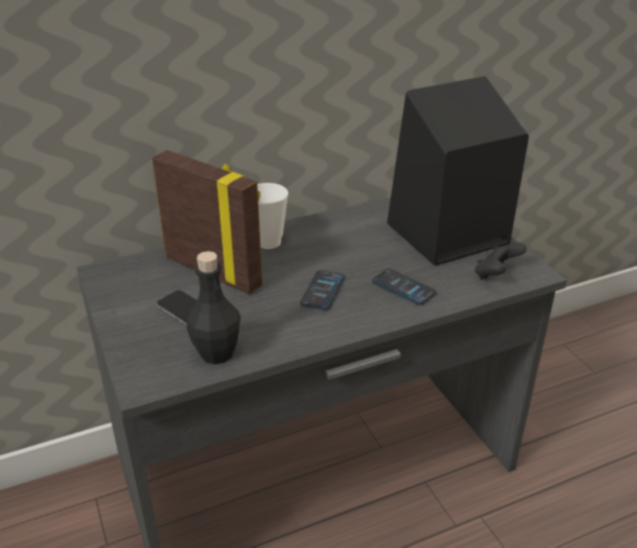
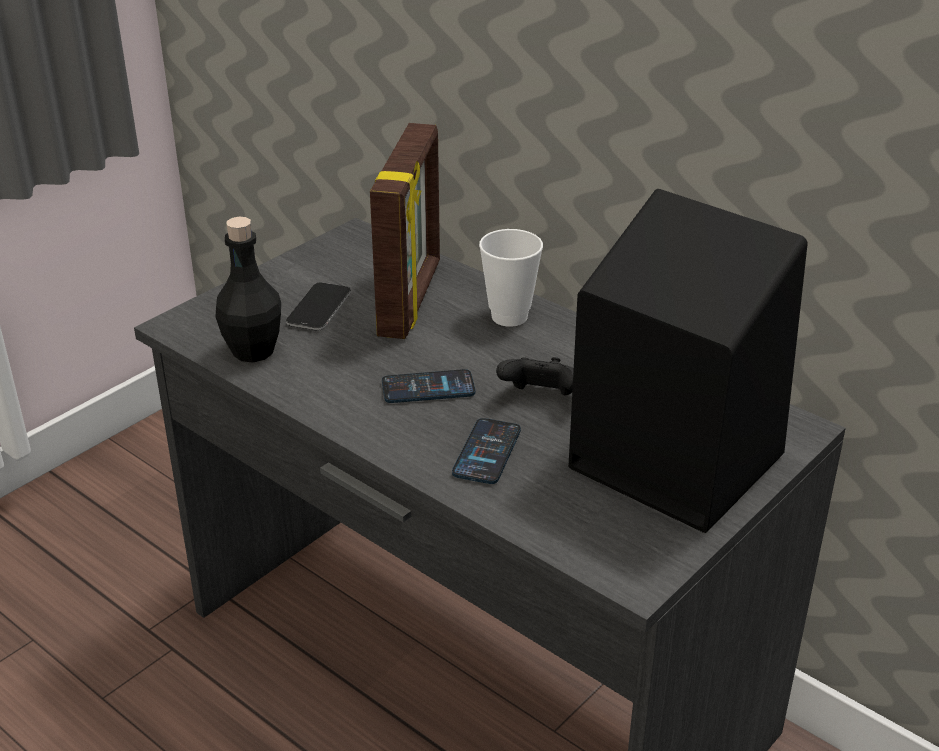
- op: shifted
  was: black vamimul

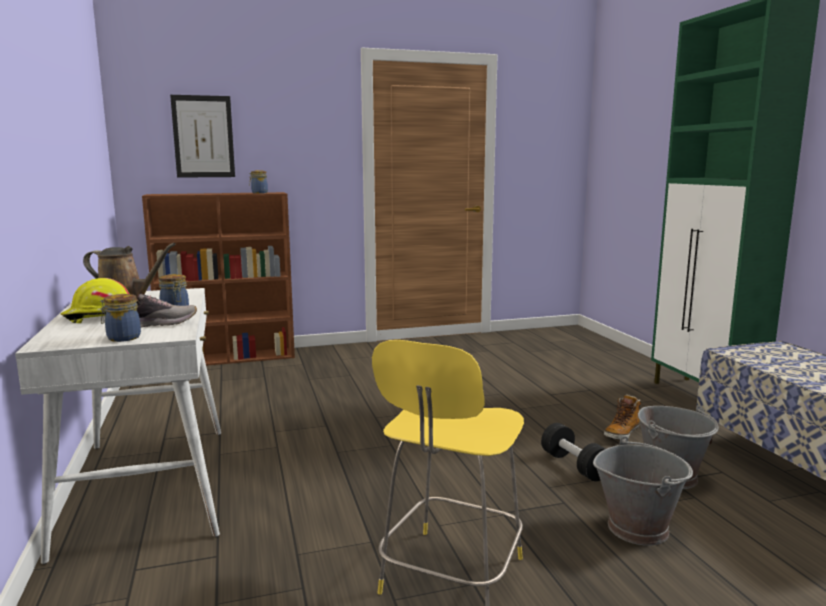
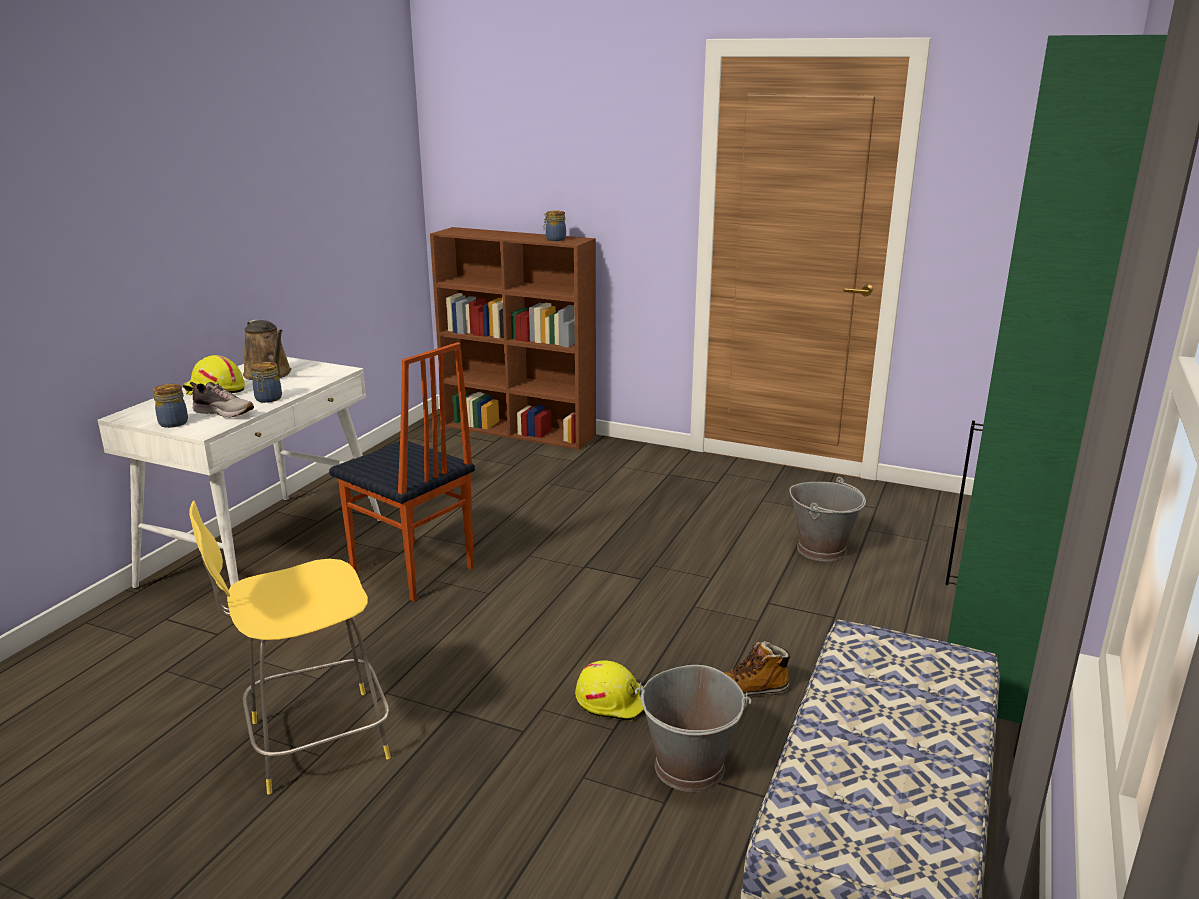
- op: gone
  was: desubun
- op: swapped
  was: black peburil
  now: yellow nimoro (no. 2 from left)
- op: shifted
  was: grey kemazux (no. 1 from left in the first image)
  now: grey kemazux (no. 2 from left)
- op: new
  now: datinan

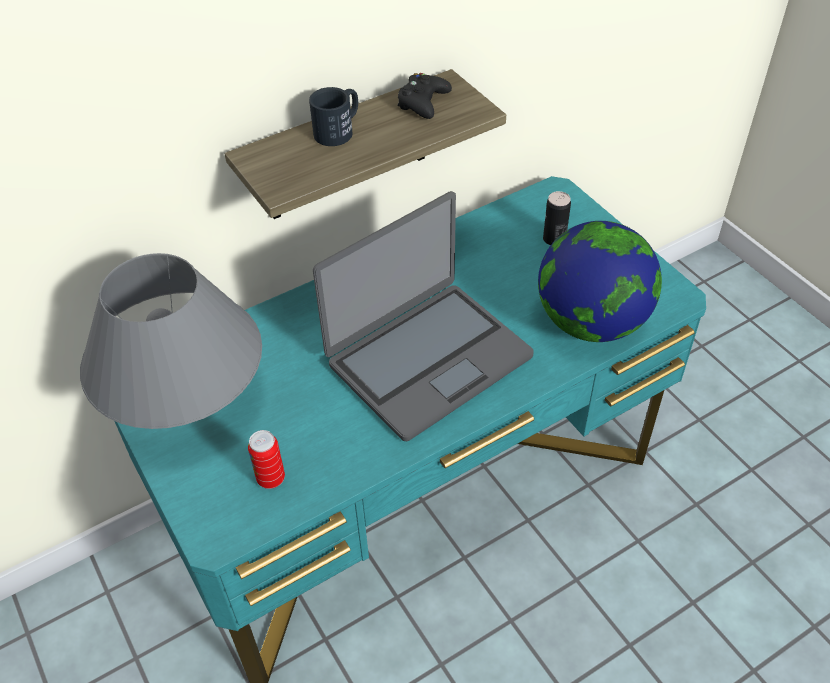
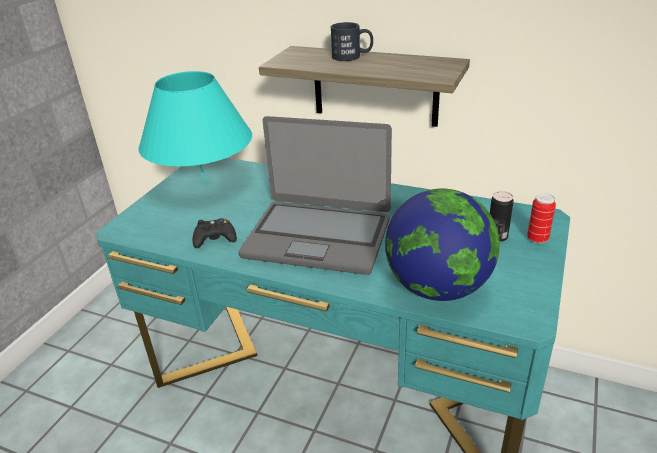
- op: shifted
  was: black vamimul
- op: repainted
  was: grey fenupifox
  now: turquoise fenupifox
- op: shifted
  was: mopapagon (no. 1 from left in the first image)
  now: mopapagon (no. 2 from left)

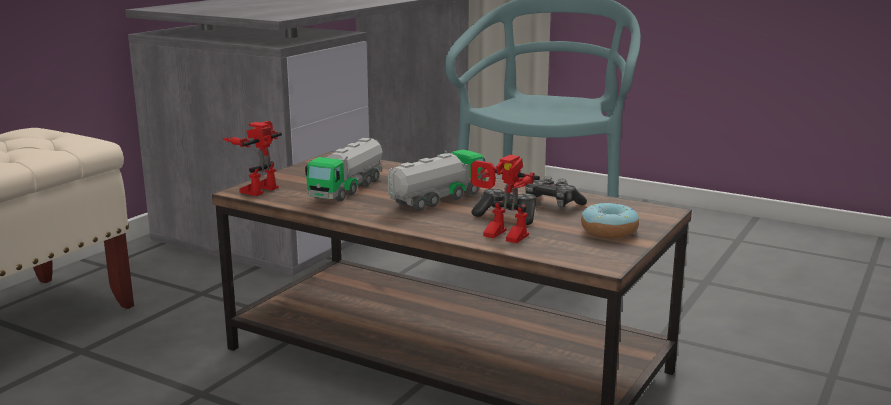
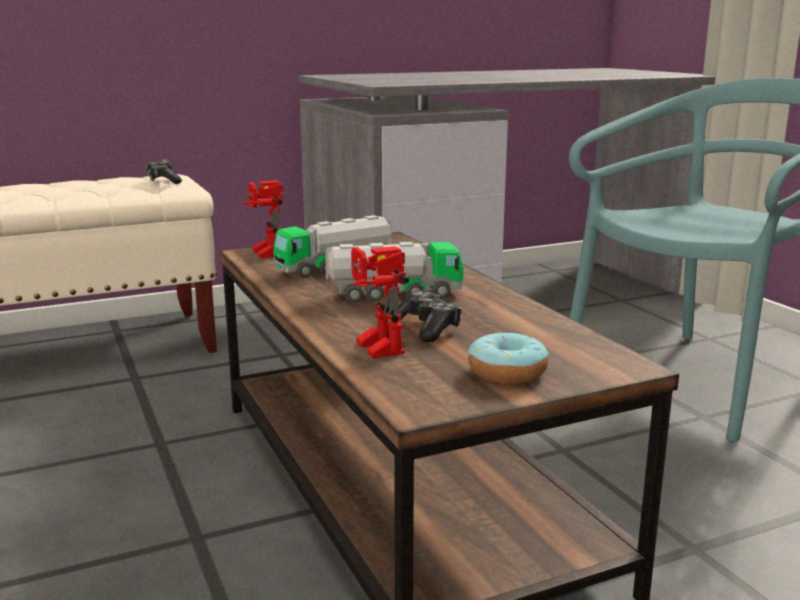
- op: rotated
  was: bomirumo (no. 1 from left)
  clockwise: -90
- op: shifted
  was: vamimul (no. 2 from left in the first image)
  now: vamimul (no. 1 from left)

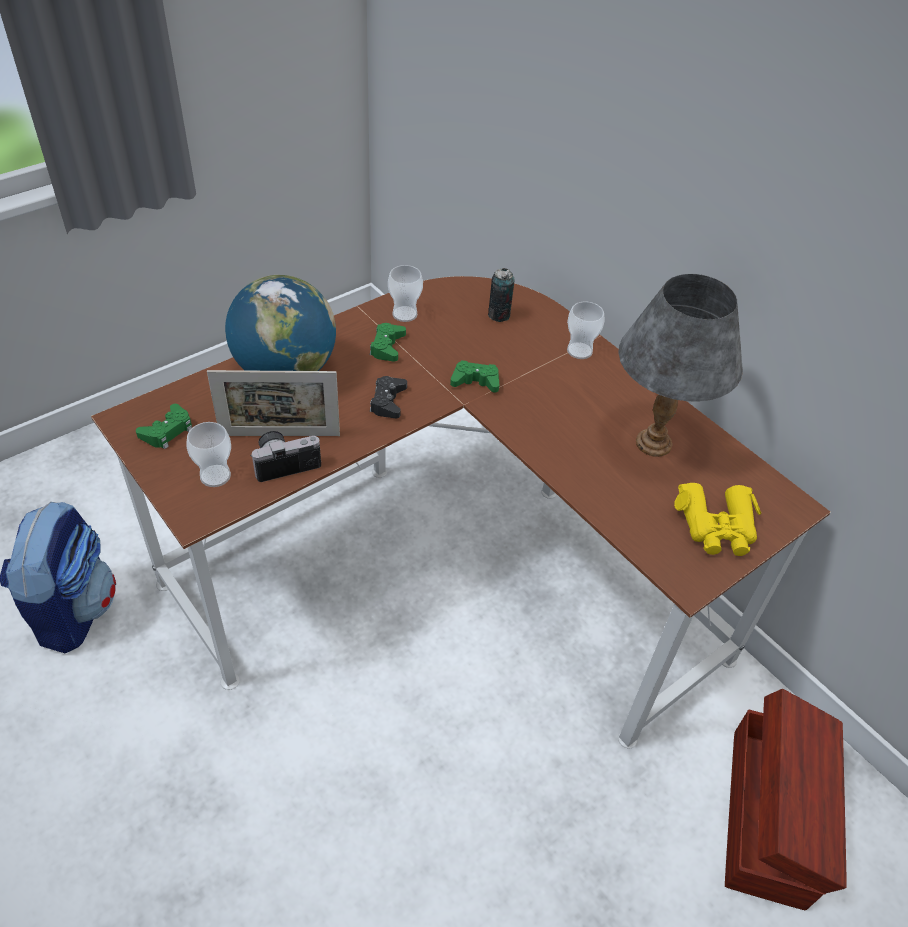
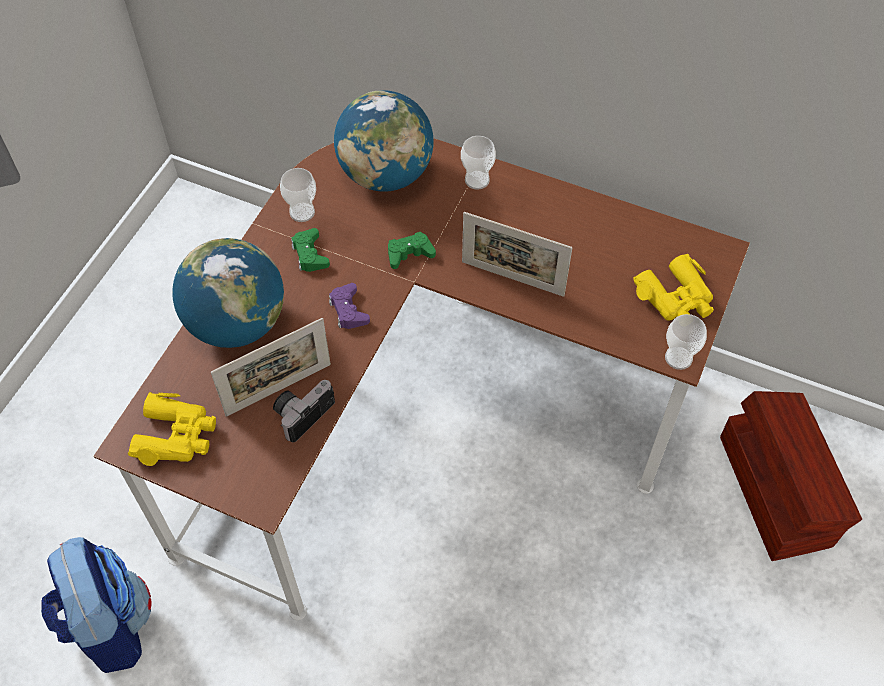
- op: swapped
  was: mopapagon
  now: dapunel (no. 2 from left)
- op: gone
  was: grey fenupifox
- op: repainted
  was: black vamimul
  now: purple vamimul
- op: swapped
  was: green vamimul (no. 1 from left)
  now: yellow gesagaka (no. 1 from left)
- op: shifted
  was: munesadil (no. 1 from left in the first image)
  now: munesadil (no. 3 from left)
- op: new
  now: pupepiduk (no. 2 from left)

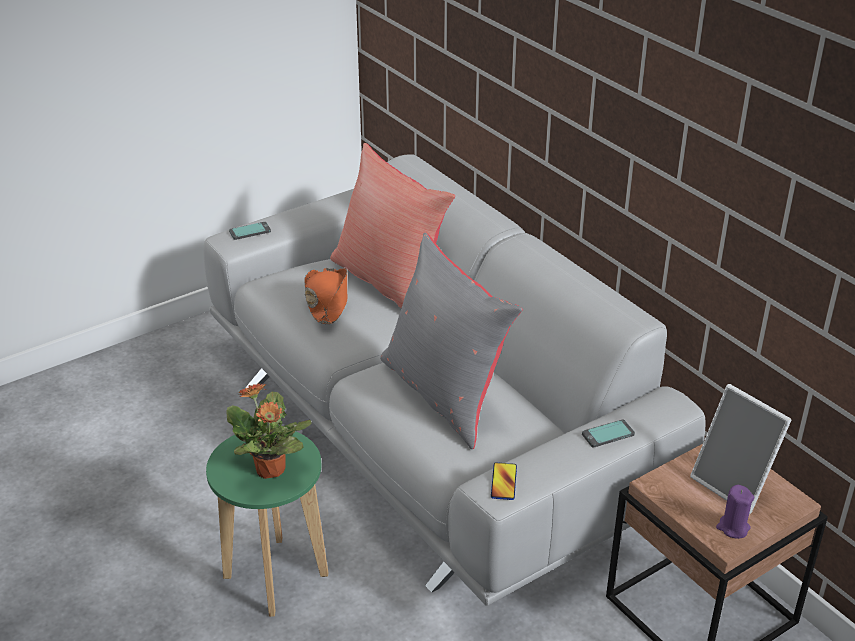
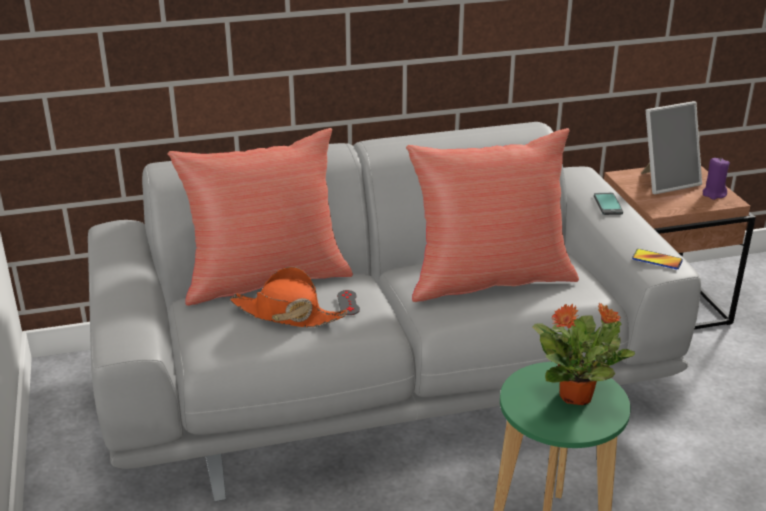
- op: gone
  was: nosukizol (no. 1 from left)
- op: repainted
  was: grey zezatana
  now: red zezatana (no. 2 from left)
- op: new
  now: grey vamimul

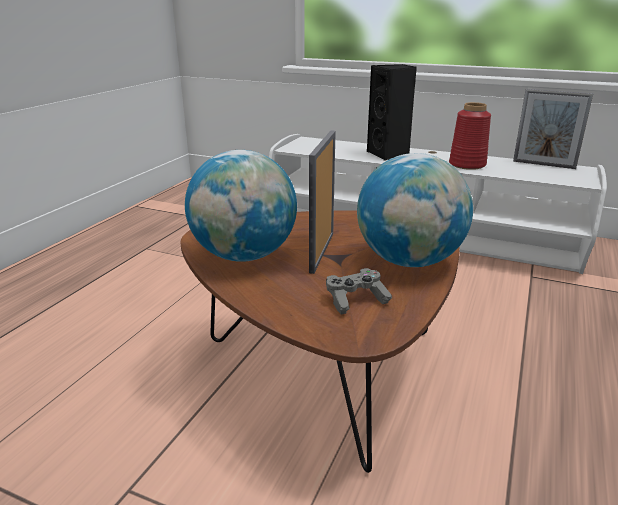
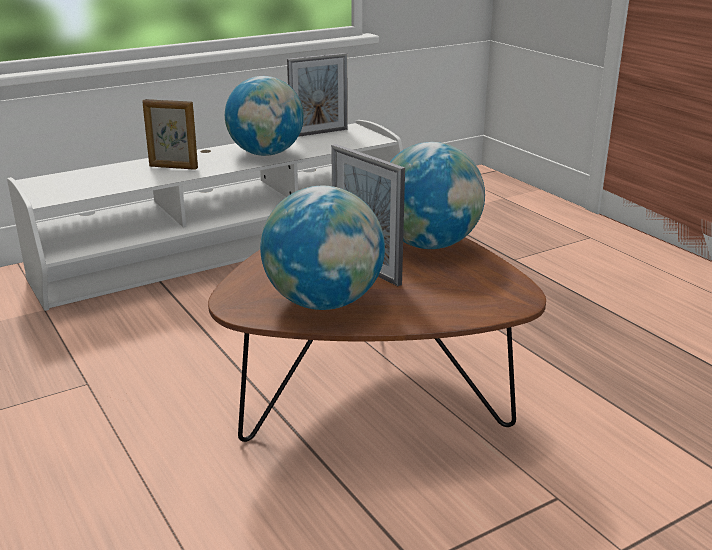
- op: swapped
  was: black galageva
  now: pupepiduk (no. 1 from left)
- op: swapped
  was: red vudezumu
  now: dapunel (no. 1 from left)
- op: gone
  was: grey vamimul

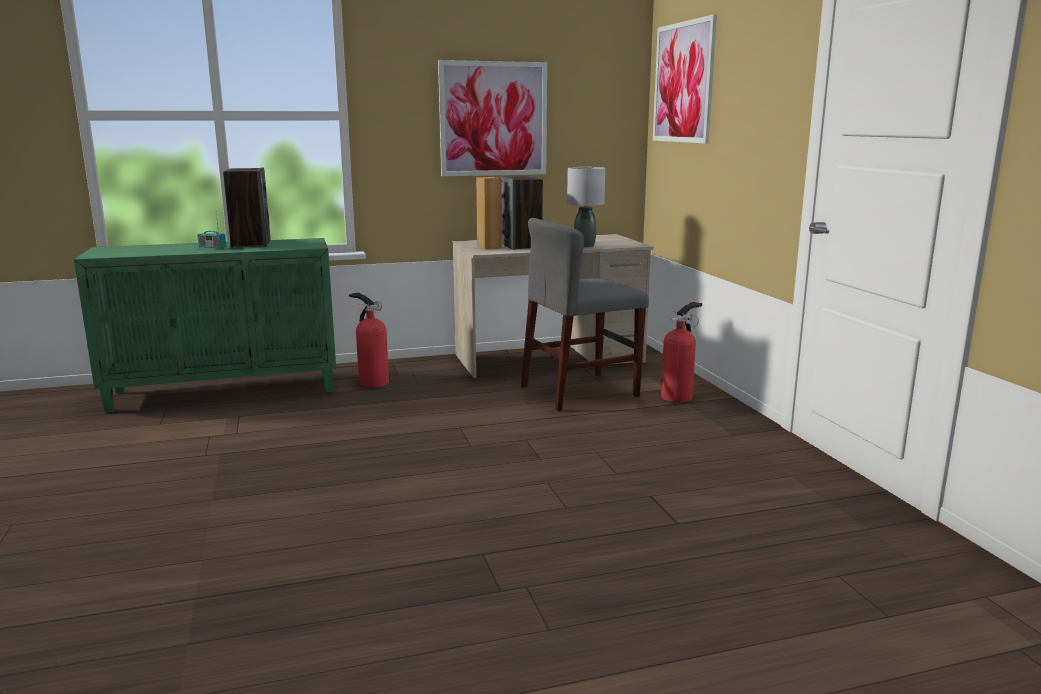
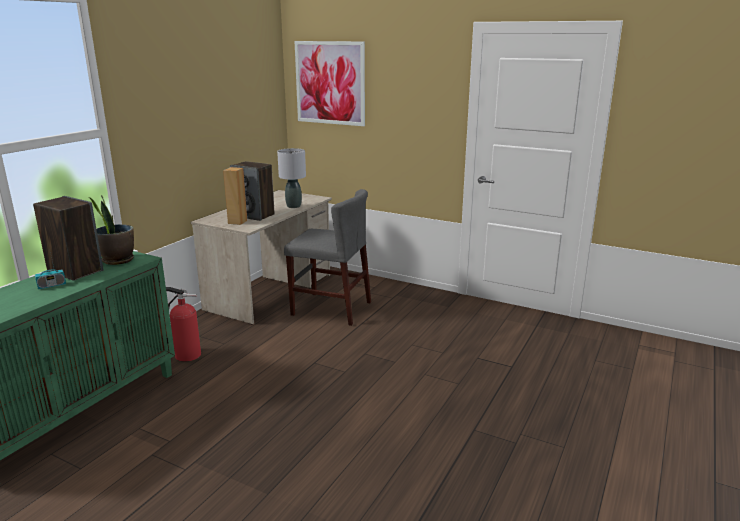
- op: gone
  was: desubun (no. 1 from left)
- op: rotated
  was: grey datinan
  clockwise: -90
- op: gone
  was: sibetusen (no. 2 from left)
- op: new
  now: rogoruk

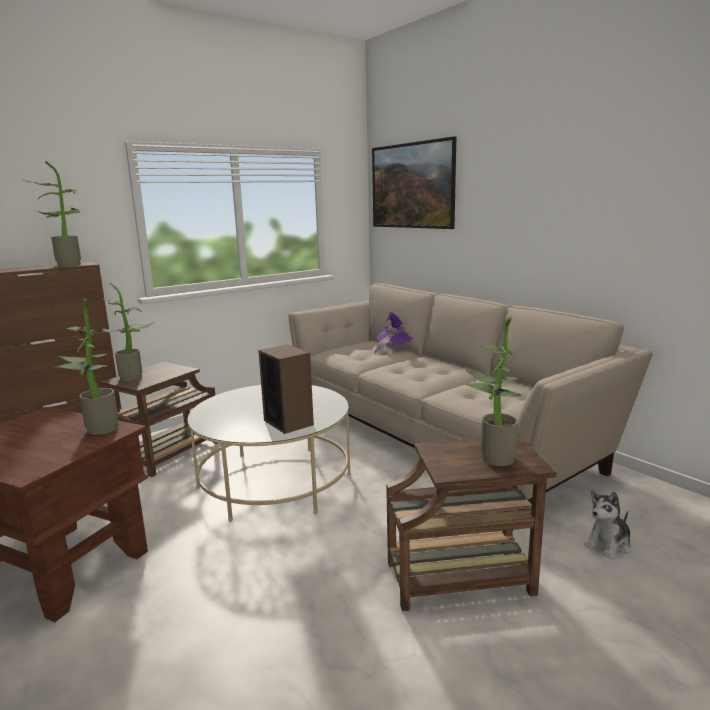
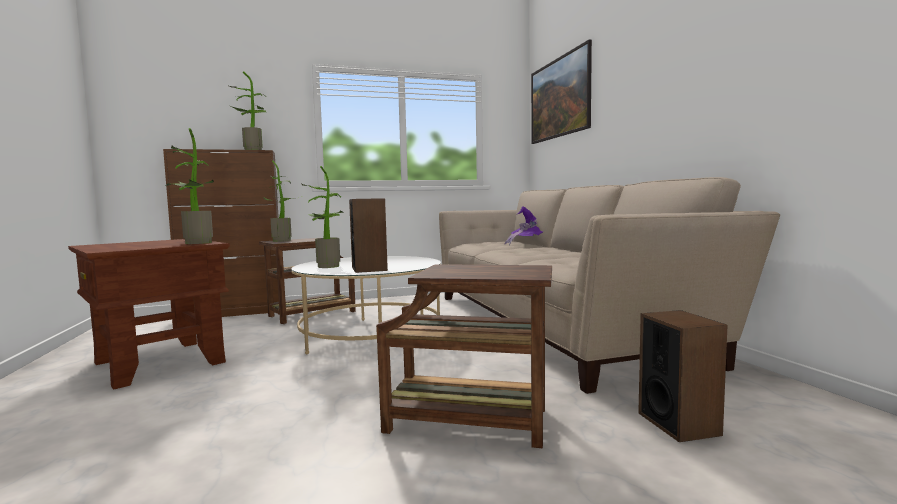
- op: shifted
  was: rogoruk (no. 4 from left)
- op: swapped
  was: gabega
  now: galageva (no. 2 from left)

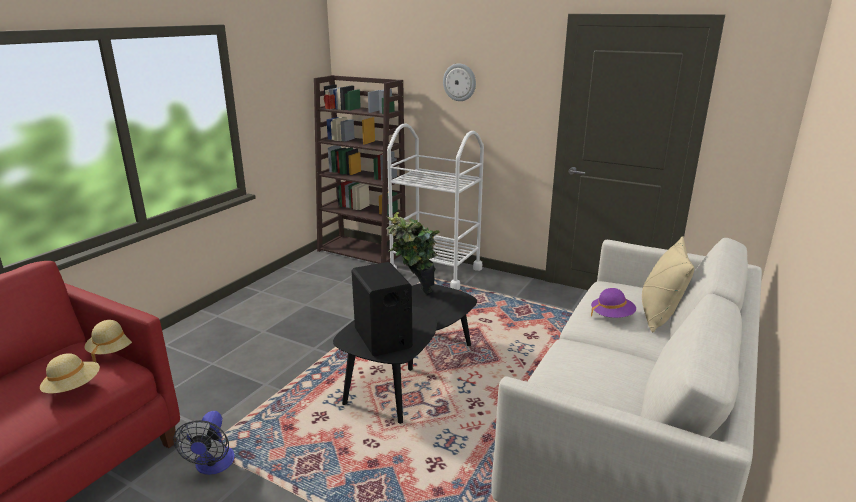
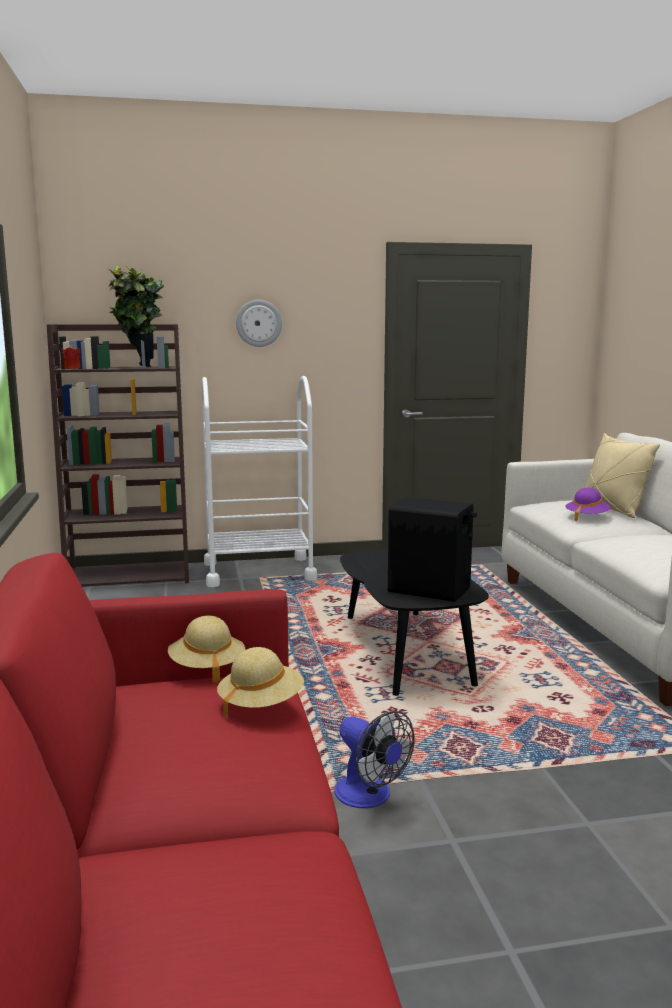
- op: shifted
  was: rogoruk

